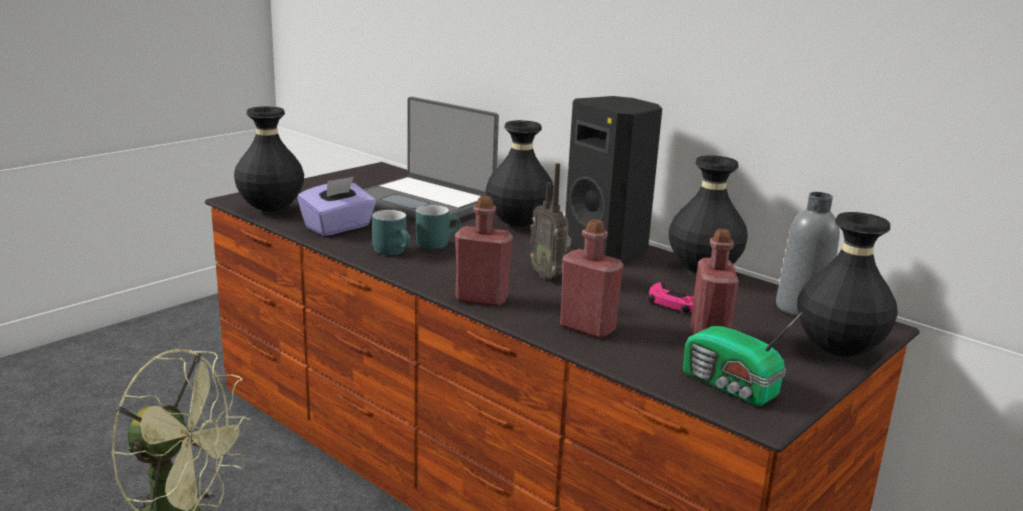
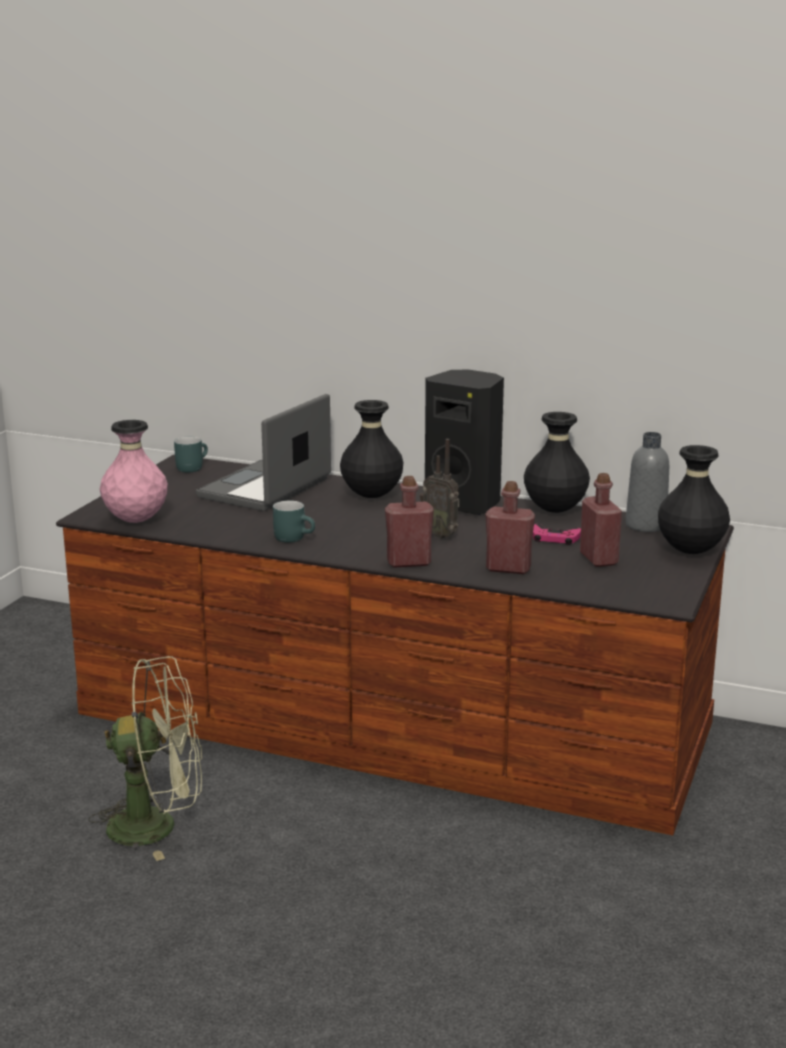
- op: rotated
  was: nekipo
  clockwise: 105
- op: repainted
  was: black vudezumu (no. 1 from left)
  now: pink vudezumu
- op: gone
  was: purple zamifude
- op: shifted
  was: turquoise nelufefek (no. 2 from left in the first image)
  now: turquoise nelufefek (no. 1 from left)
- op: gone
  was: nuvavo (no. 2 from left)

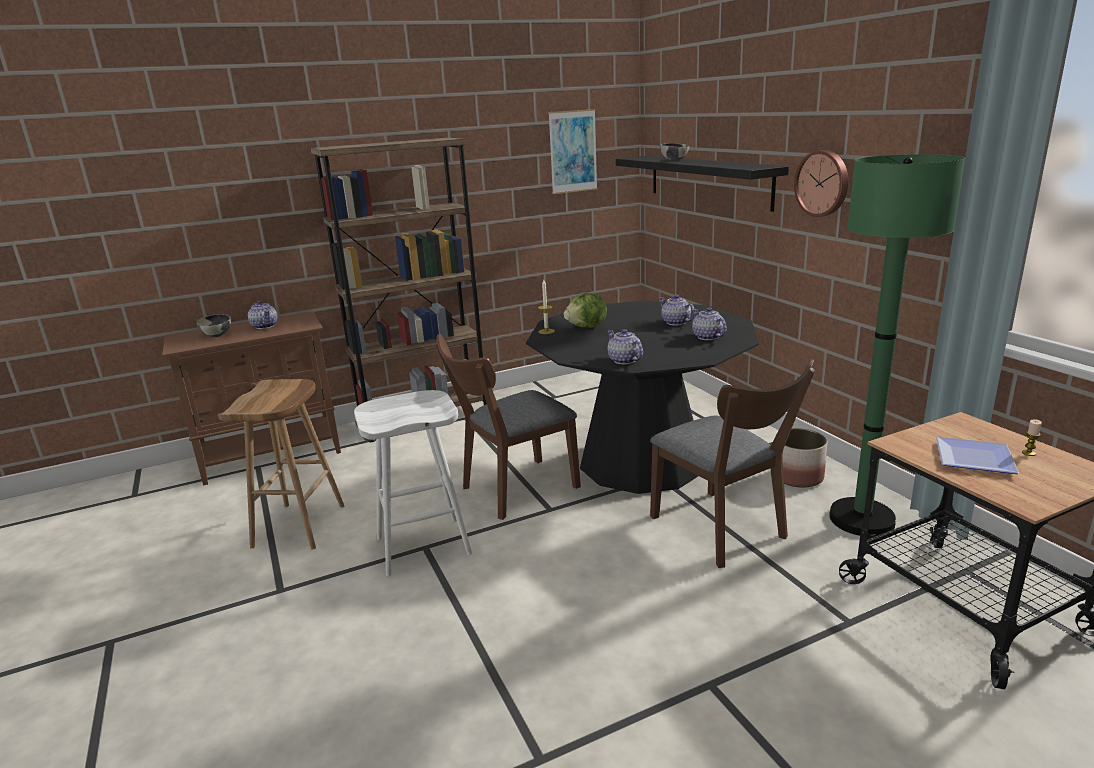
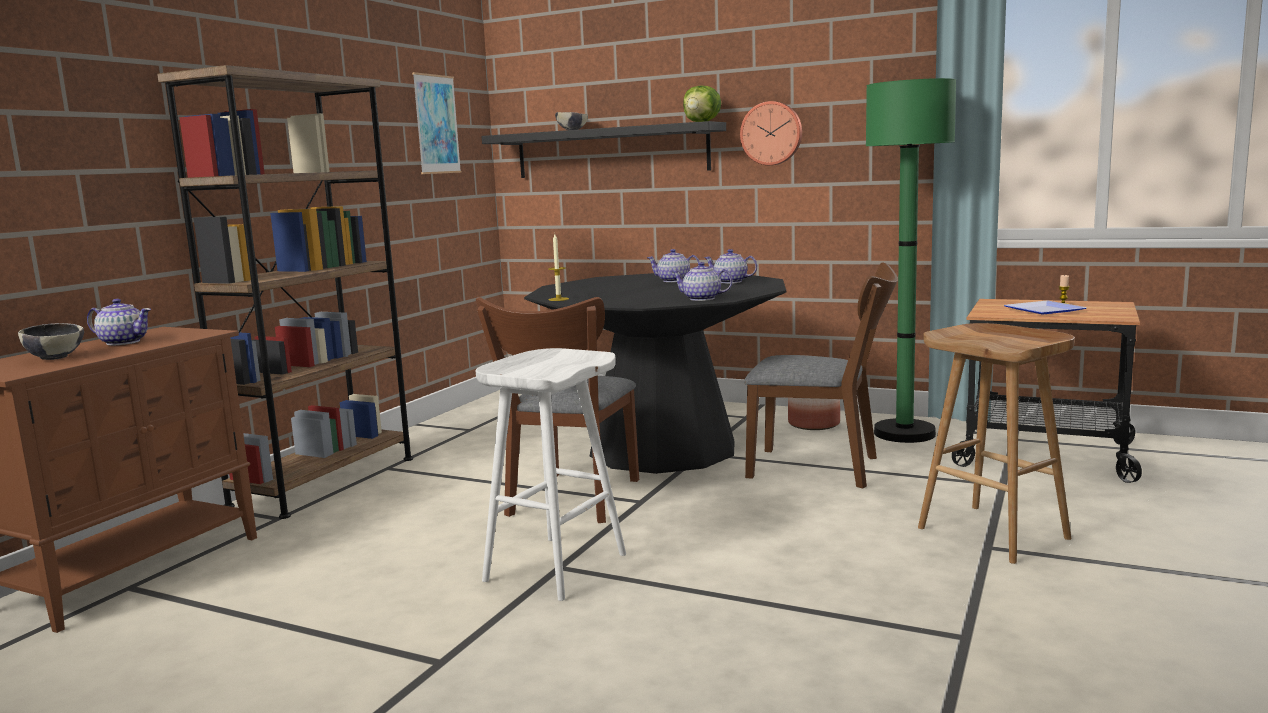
- op: shifted
  was: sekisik
- op: shifted
  was: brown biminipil

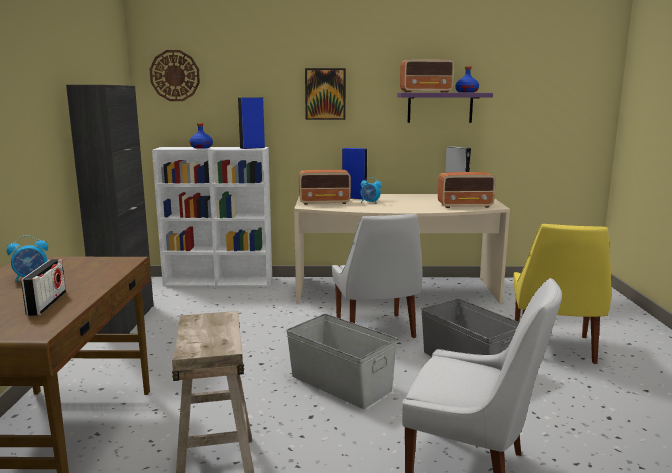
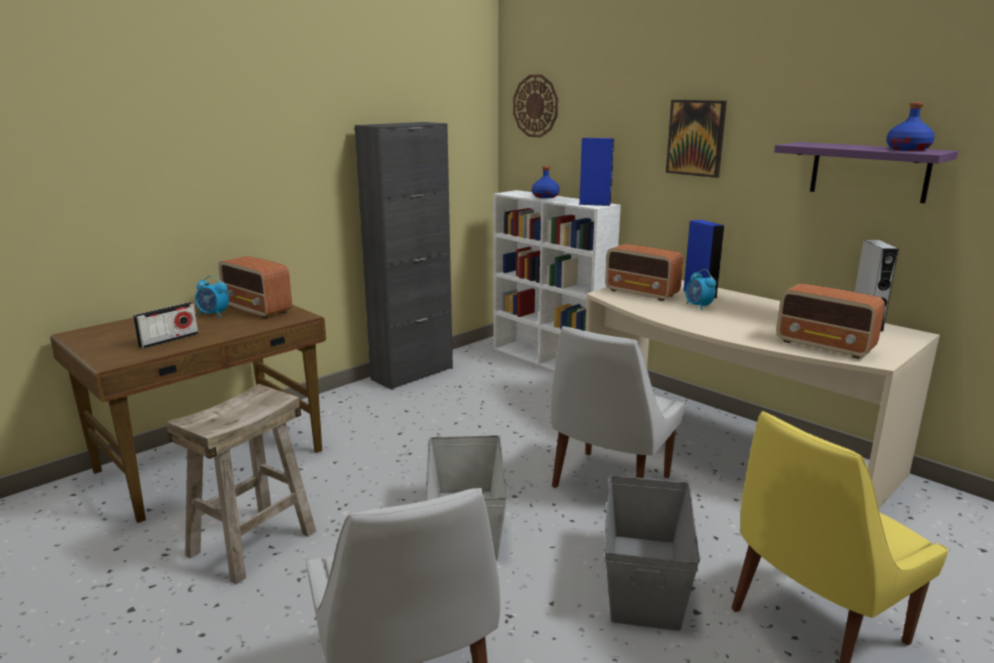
- op: shifted
  was: nuvavo (no. 3 from left in the first image)
  now: nuvavo (no. 2 from left)

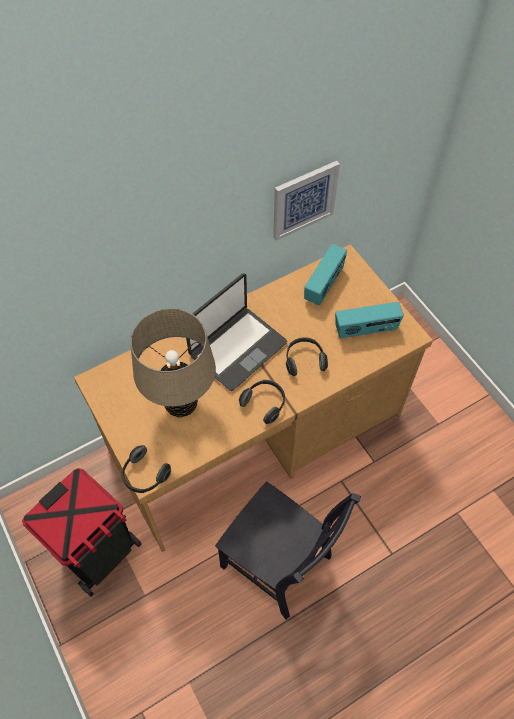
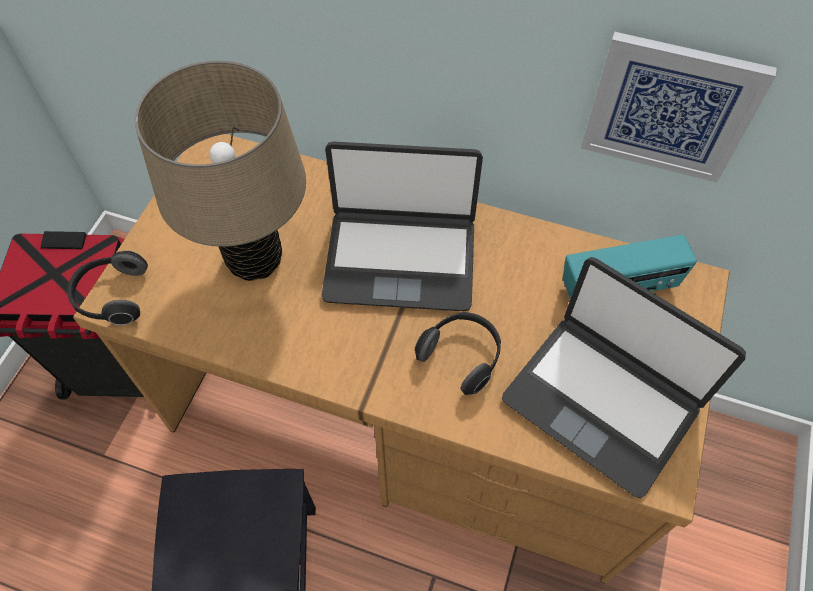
- op: swapped
  was: nuvavo (no. 2 from left)
  now: nekipo (no. 2 from left)
- op: gone
  was: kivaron (no. 2 from left)

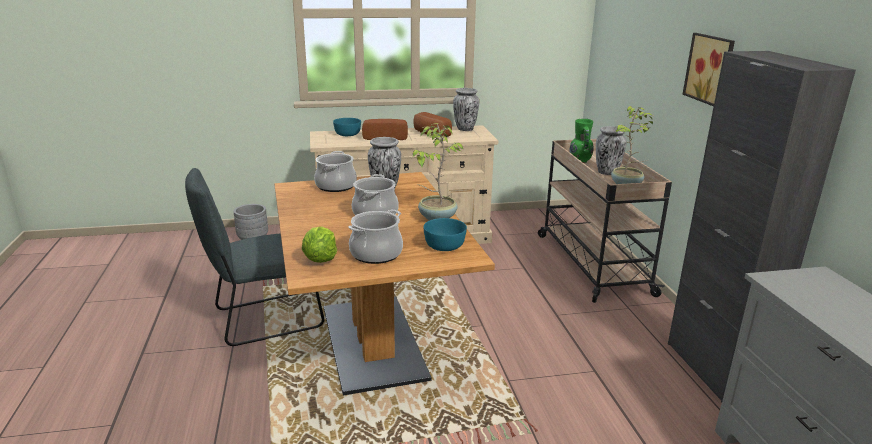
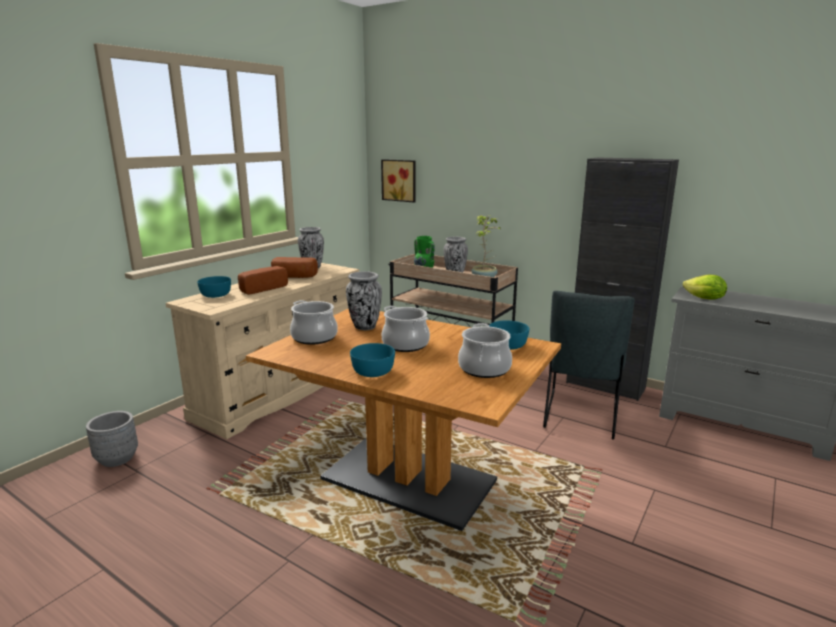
- op: shifted
  was: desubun
- op: gone
  was: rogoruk (no. 1 from left)
- op: shifted
  was: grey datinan
- op: shifted
  was: sekisik
- op: new
  now: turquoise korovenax (no. 2 from left)

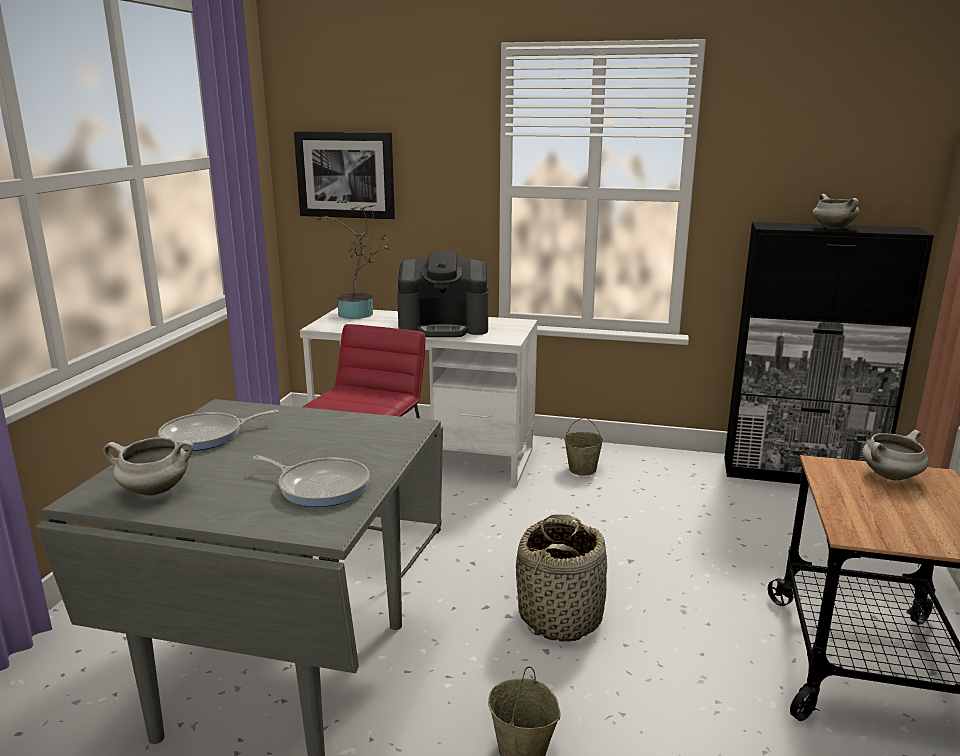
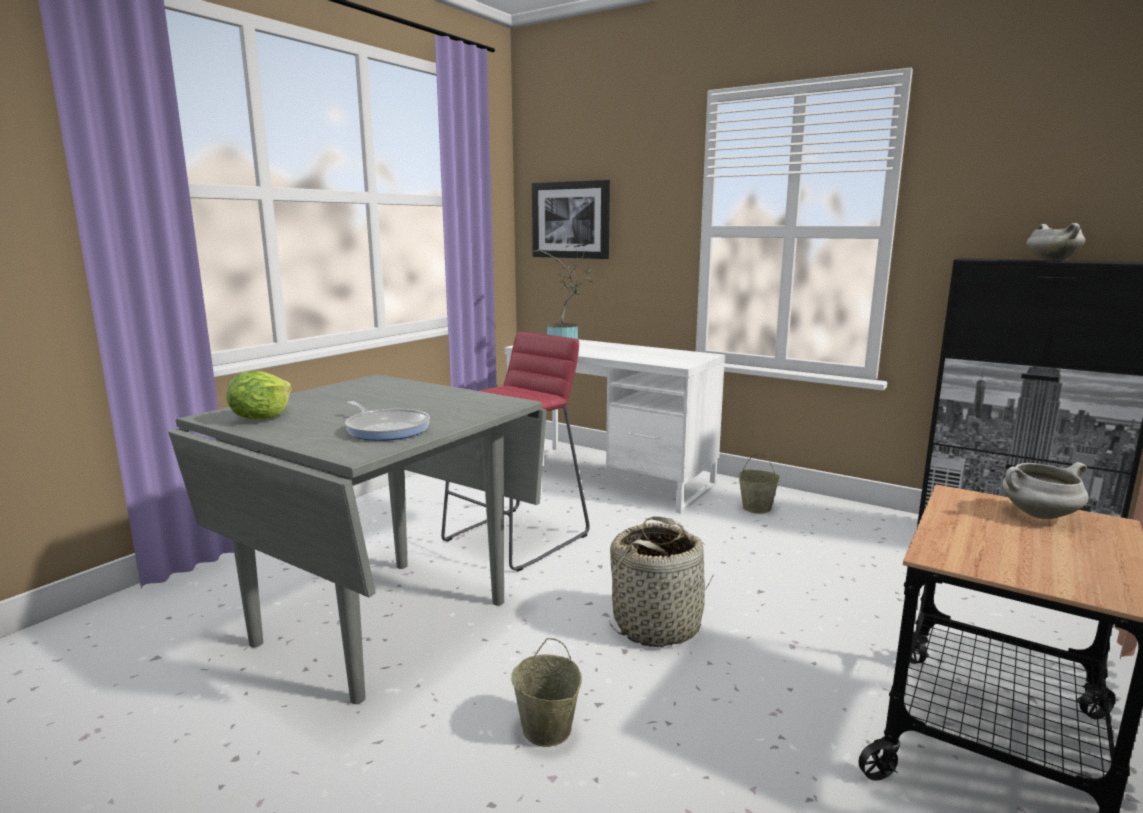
- op: gone
  was: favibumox
- op: gone
  was: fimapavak (no. 1 from left)
- op: swapped
  was: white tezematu (no. 1 from left)
  now: sekisik

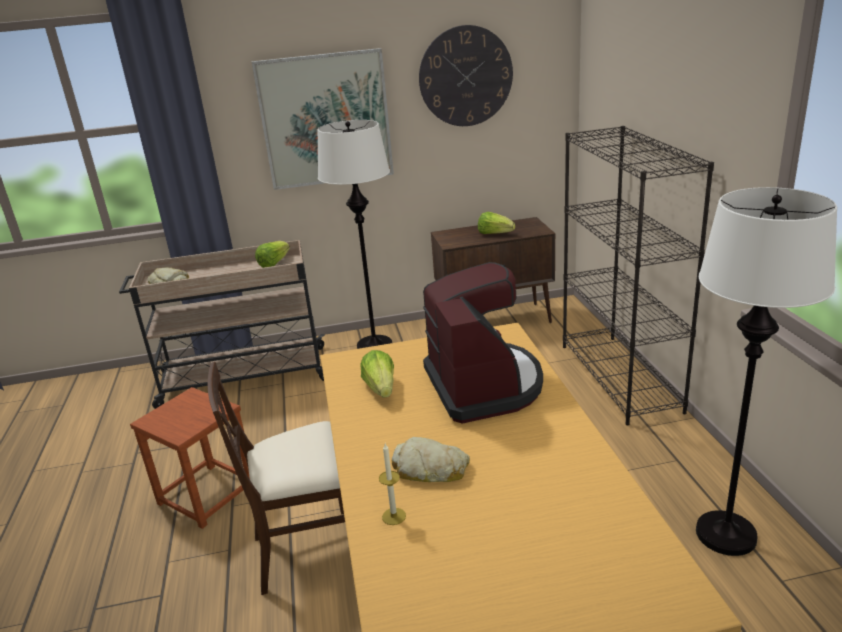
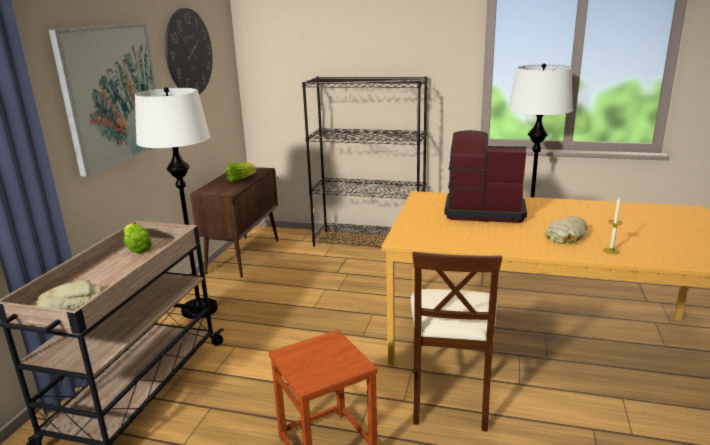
- op: gone
  was: sekisik (no. 2 from left)

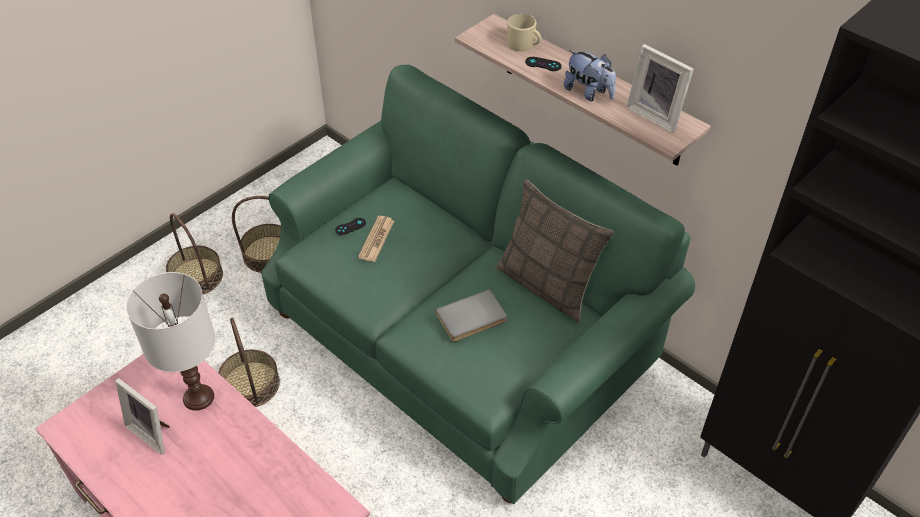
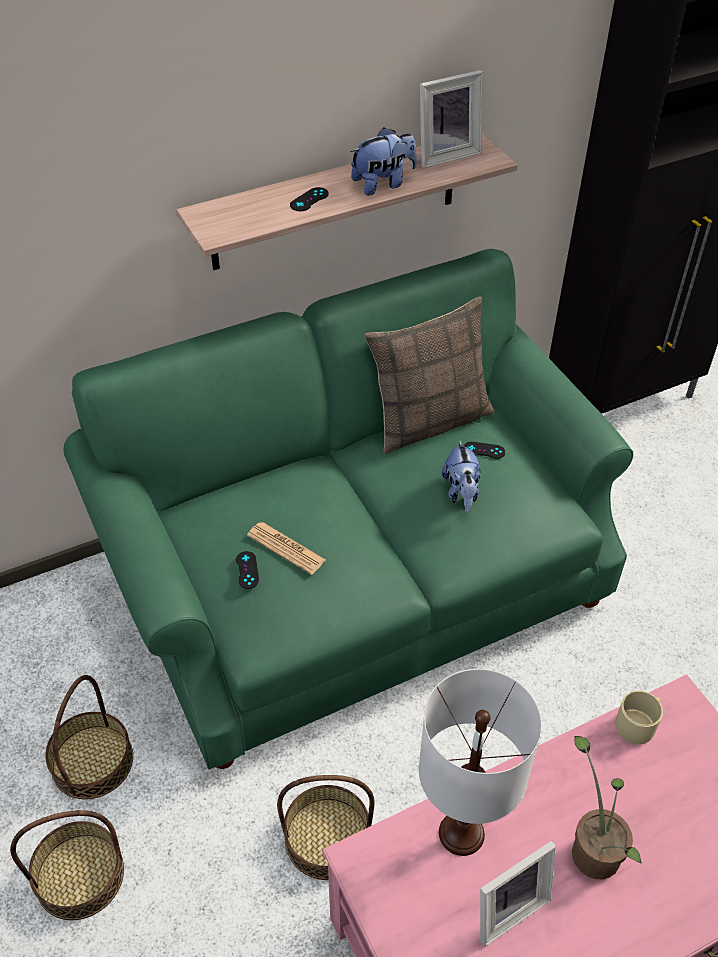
- op: shifted
  was: beige nelufefek
- op: swapped
  was: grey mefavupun
  now: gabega (no. 2 from left)
- op: new
  now: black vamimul (no. 3 from left)
- op: new
  now: rogoruk

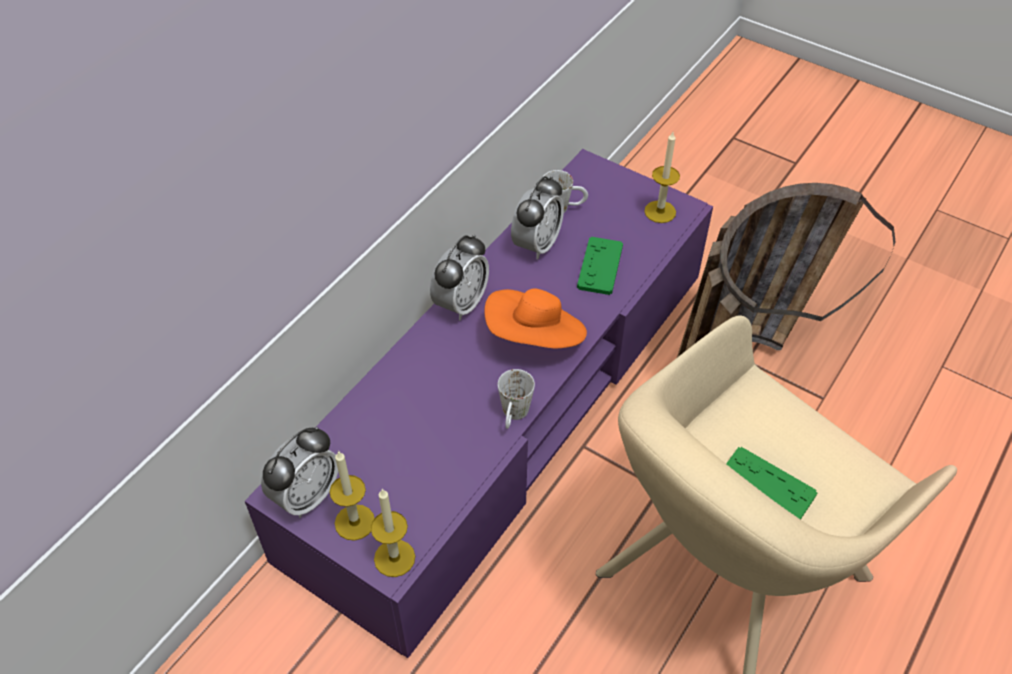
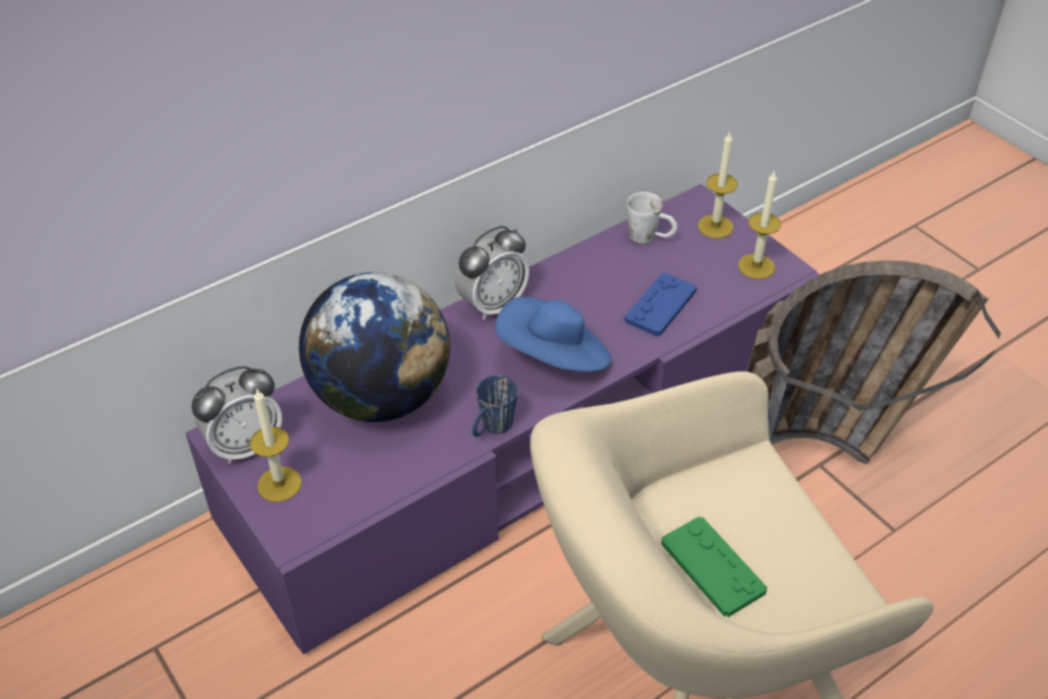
- op: gone
  was: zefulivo (no. 3 from left)
- op: repainted
  was: green vamimul (no. 1 from left)
  now: blue vamimul
- op: repainted
  was: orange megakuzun
  now: blue megakuzun
- op: repainted
  was: white nelufefek (no. 1 from left)
  now: blue nelufefek
- op: shifted
  was: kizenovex (no. 2 from left)
- op: new
  now: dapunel

